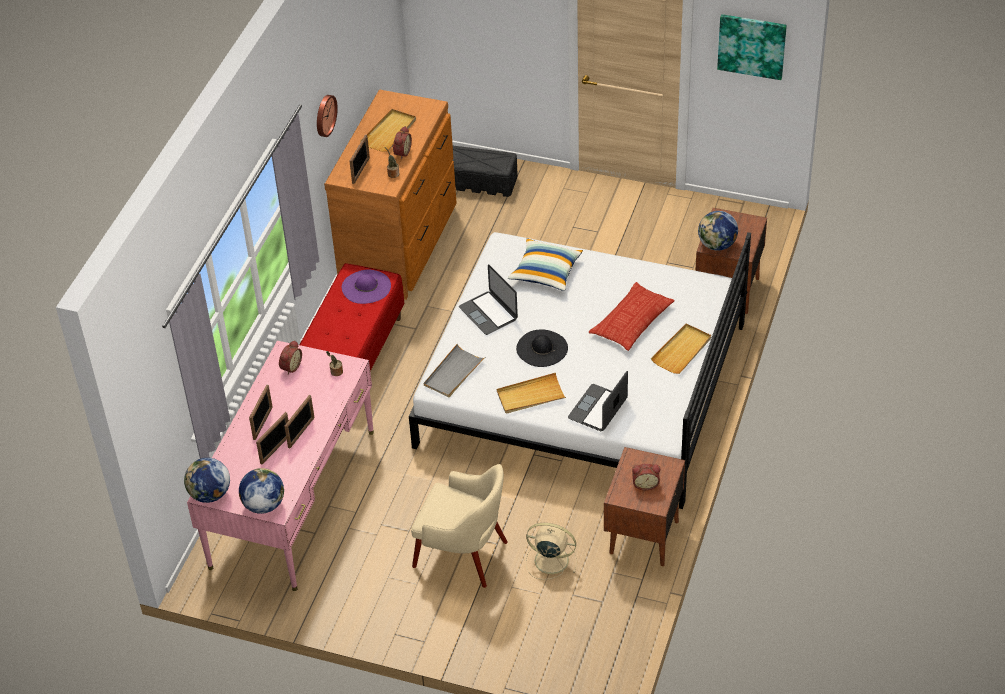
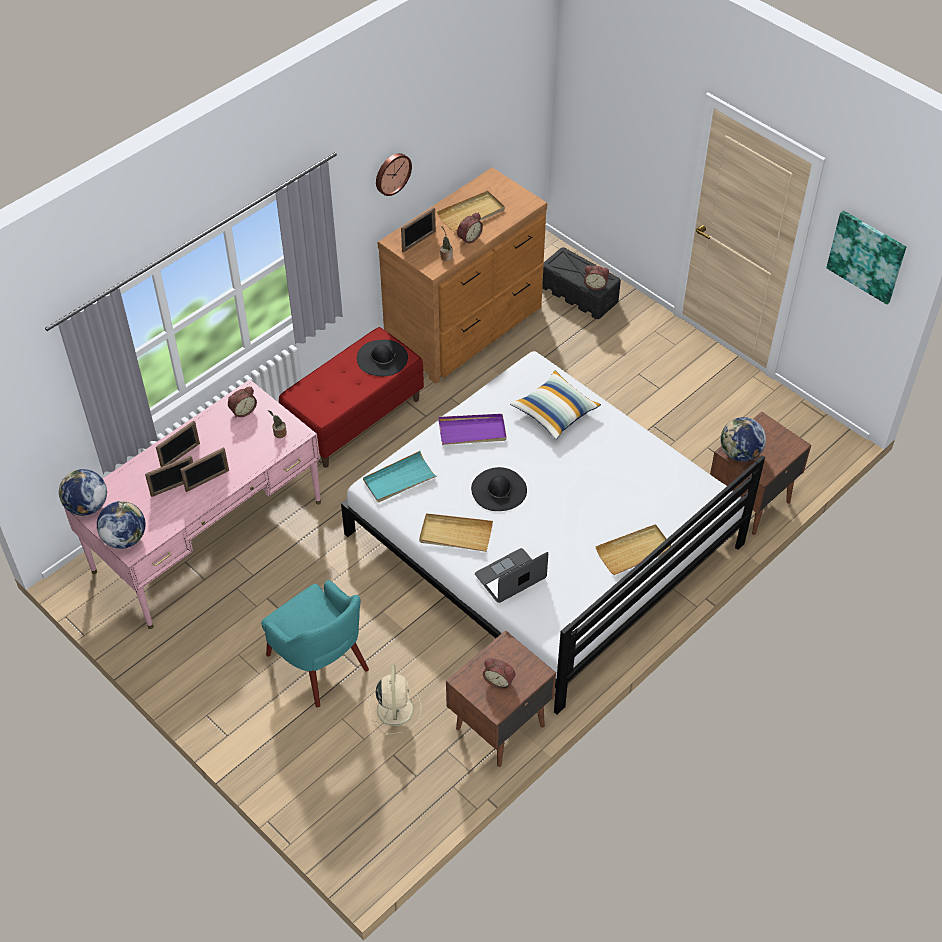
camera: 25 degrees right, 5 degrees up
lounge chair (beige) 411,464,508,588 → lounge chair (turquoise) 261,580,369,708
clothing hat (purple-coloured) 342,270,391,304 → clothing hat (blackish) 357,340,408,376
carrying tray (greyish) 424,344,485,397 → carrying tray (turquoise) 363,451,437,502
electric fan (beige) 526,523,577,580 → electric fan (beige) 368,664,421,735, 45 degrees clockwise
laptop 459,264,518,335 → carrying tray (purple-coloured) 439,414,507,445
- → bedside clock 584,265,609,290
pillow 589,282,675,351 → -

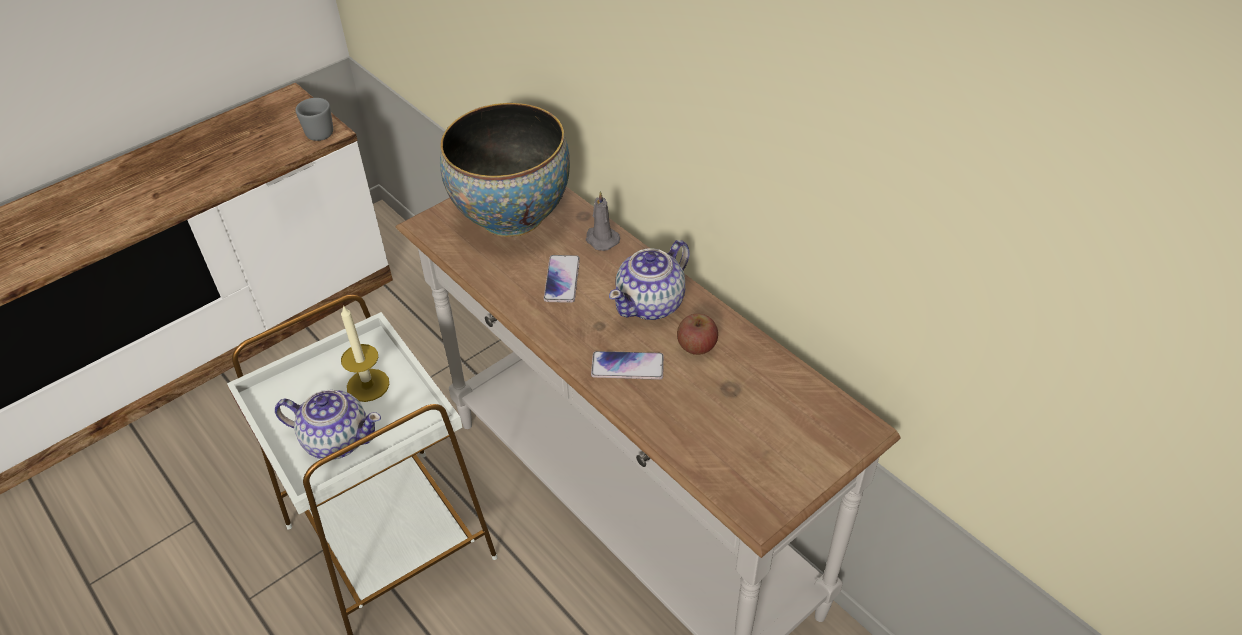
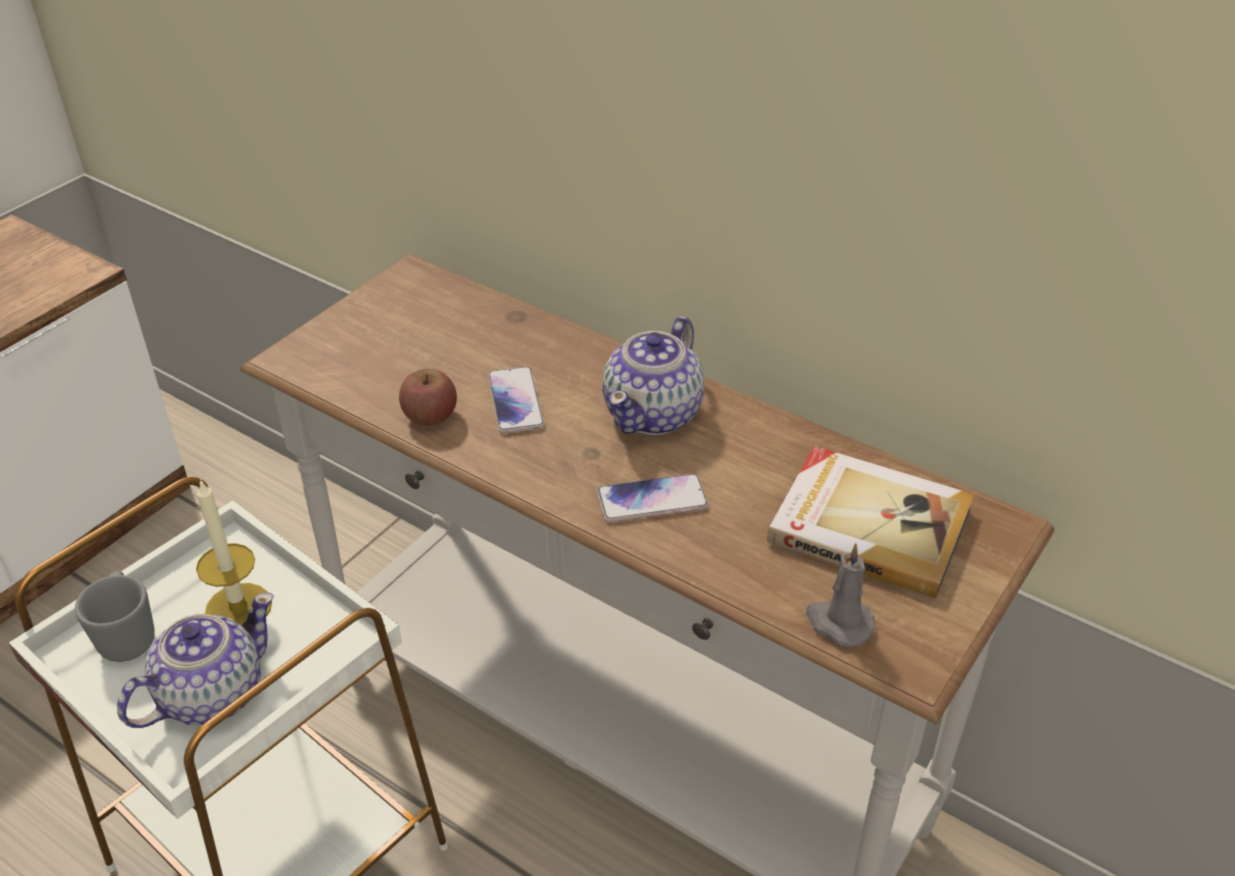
camera: 15 degrees left, 5 degrees down
coffee mug (greyish) 296,98,333,141 → coffee mug (greyish) 75,571,155,662, moved
teapot 275,390,381,459 → teapot 117,593,274,728, 45 degrees counterclockwise
whole apple 677,314,718,355 → whole apple 399,369,457,426, moved
- → bound book 767,446,974,598
candle (greyish) 586,191,620,251 → candle (greyish) 806,543,876,647, moved
bowl 440,103,570,237 → -

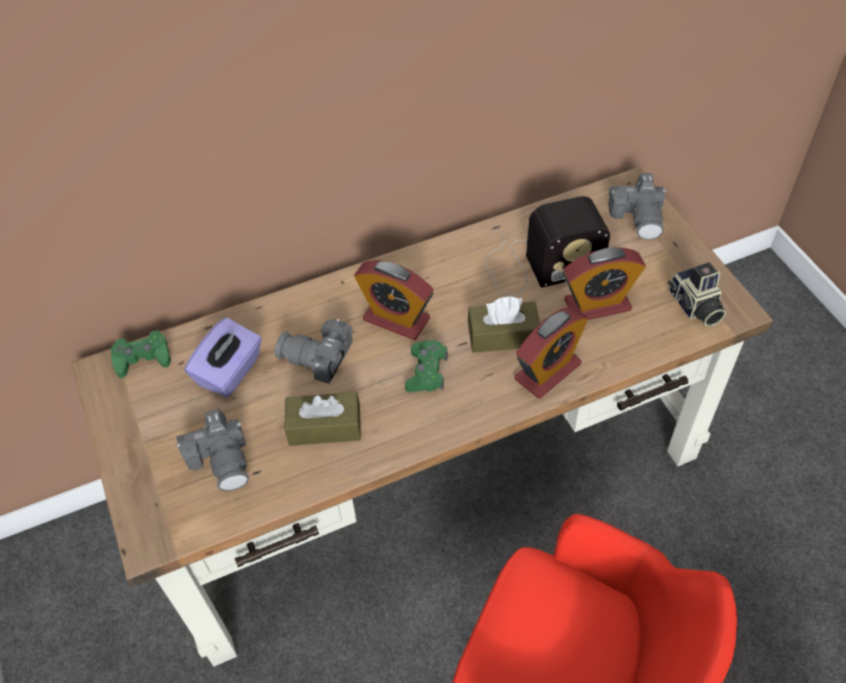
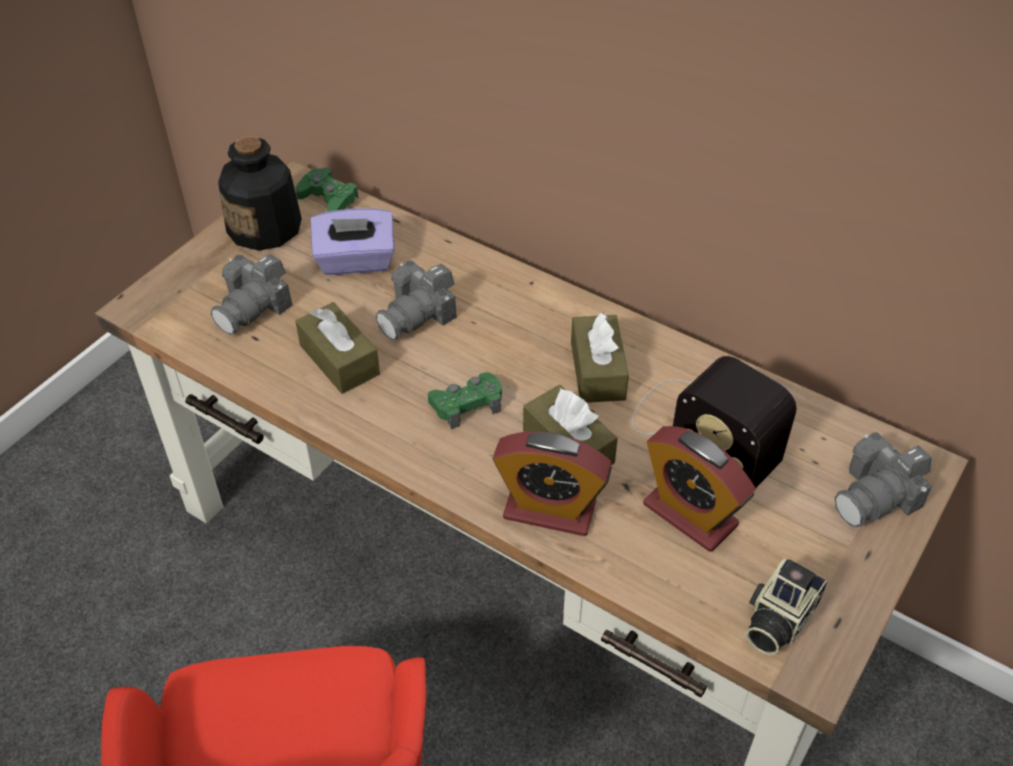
camera: 55 degrees right, 5 degrees down
- → bottle 218,136,302,251
photo camera 274,319,353,384 → photo camera 376,261,457,340, 120 degrees counterclockwise
- → box of tissues (brown-coloured) 571,312,629,403
bedside clock 354,260,433,340 → -

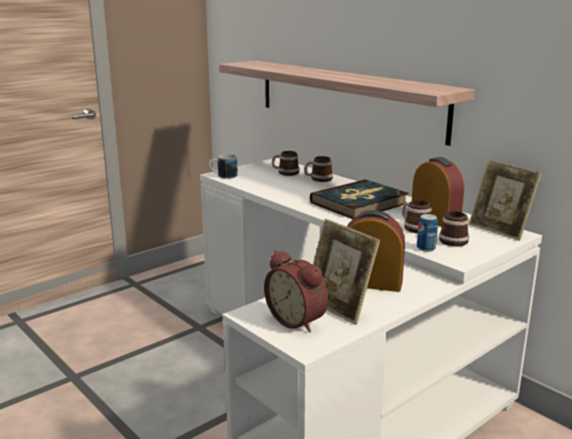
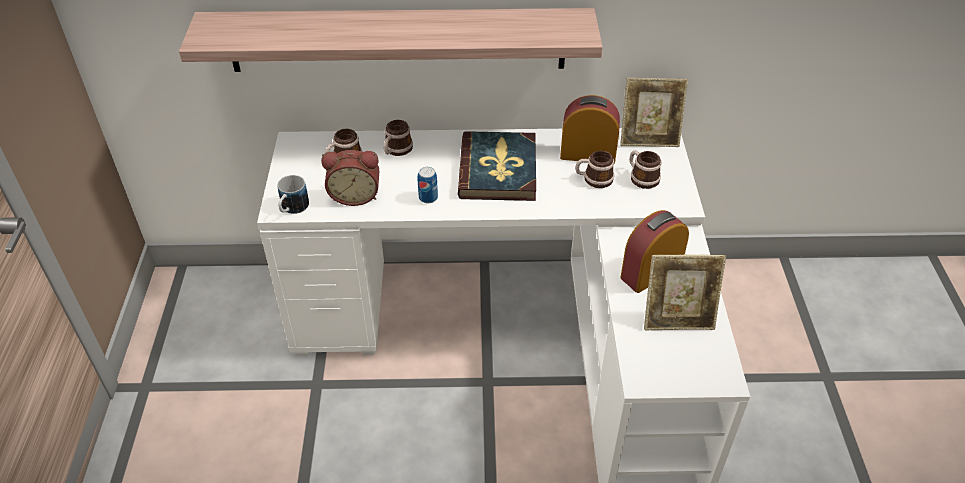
camera: 50 degrees left, 25 degrees up
bedside clock 264,250,328,333 → bedside clock 321,150,379,206, moved
can 417,214,438,252 → can 418,167,438,203, moved

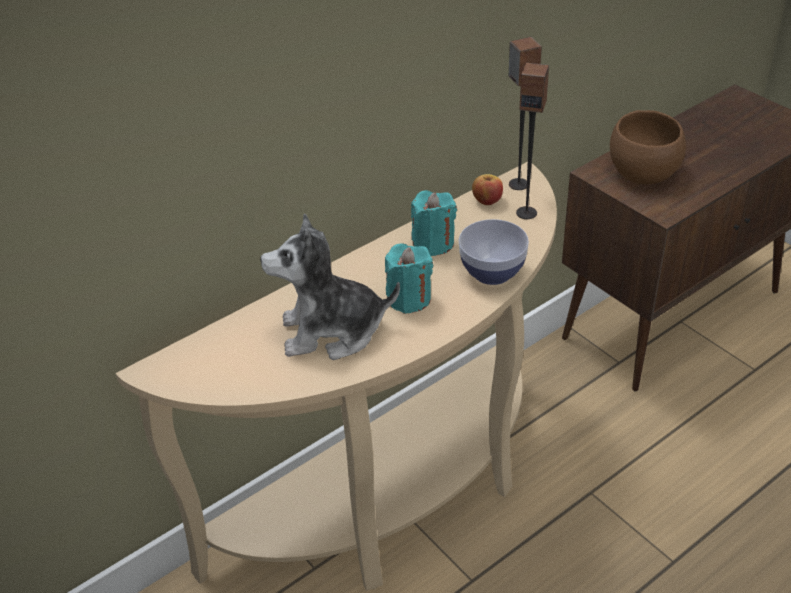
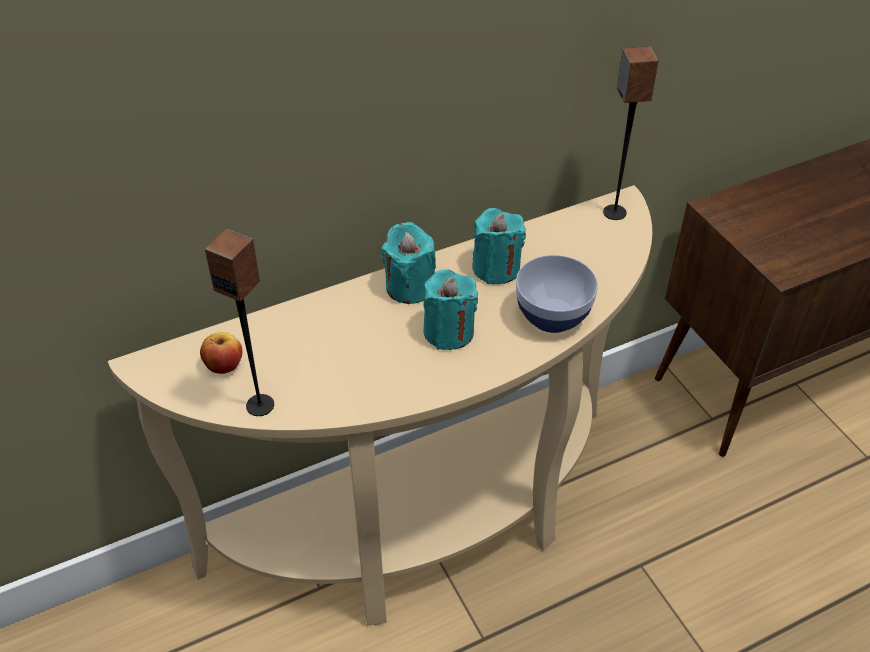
camera: 10 degrees right, 5 degrees up
whole apple 472,174,503,205 → whole apple 200,332,243,374, moved
loudspeaker 516,63,549,219 → loudspeaker 205,229,274,416, moved
- → candle (turquoise) 381,222,436,304
cuddly toy 260,213,400,360 → -
bowl (brown-coloured) 610,110,686,184 → -

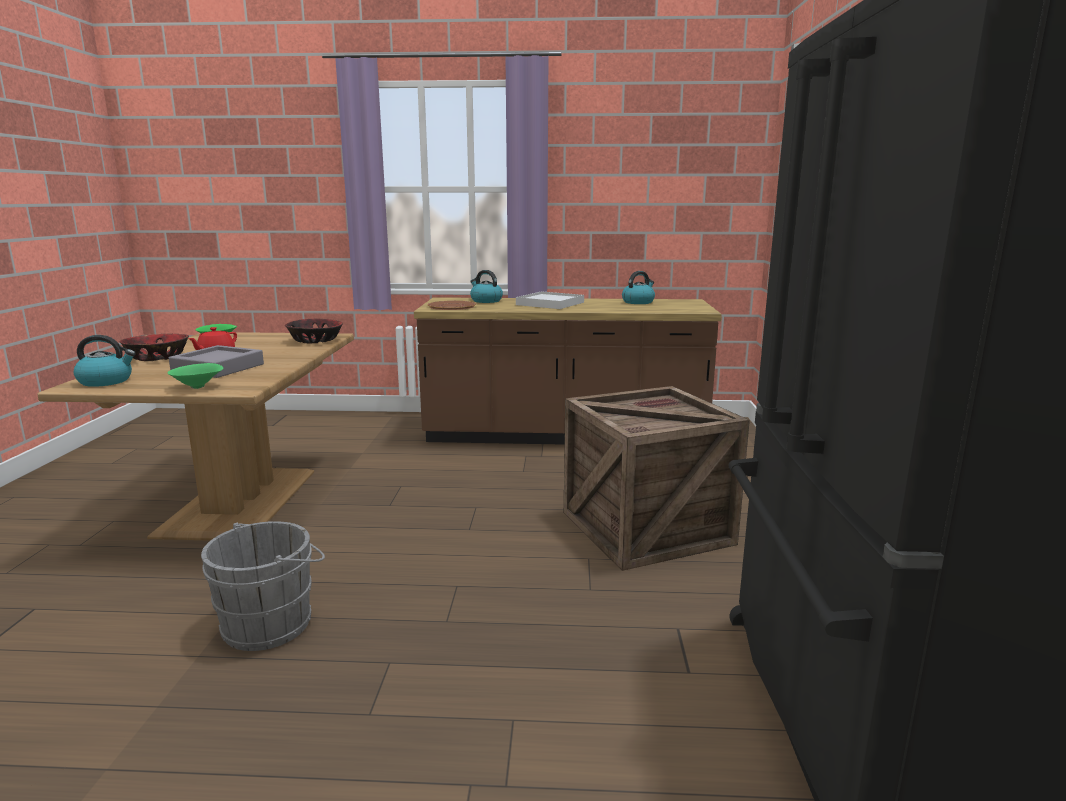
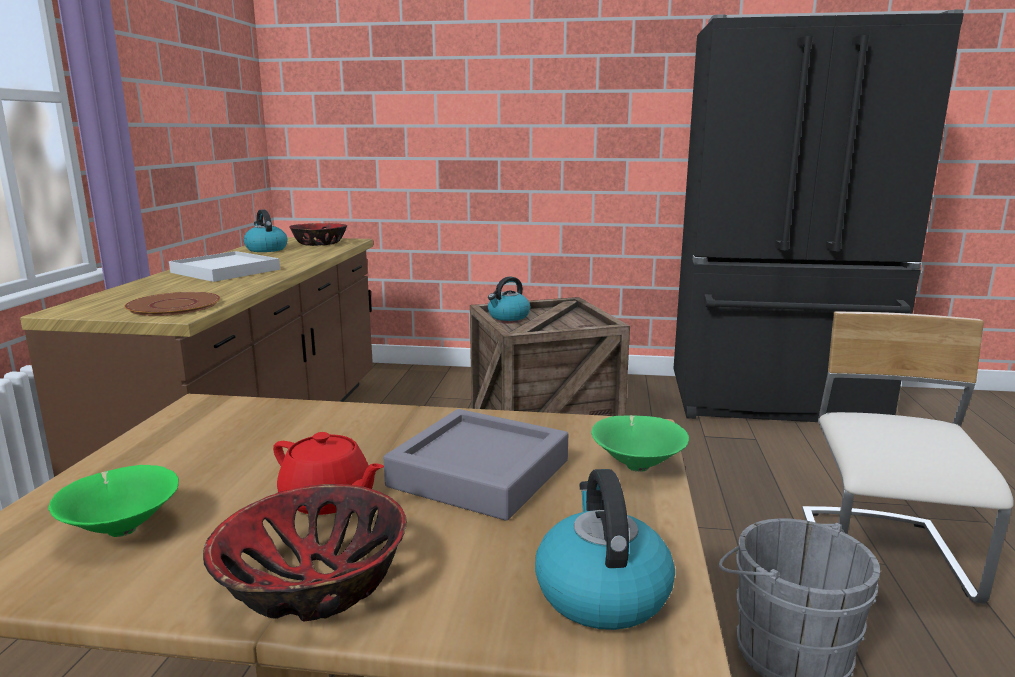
camera: 85 degrees left, 0 degrees up
bowl 285,319,343,343 → bowl 289,223,347,246, moved
kettle 470,270,503,303 → kettle 488,277,530,321, moved
- → upright chair (beige) 802,312,1014,604

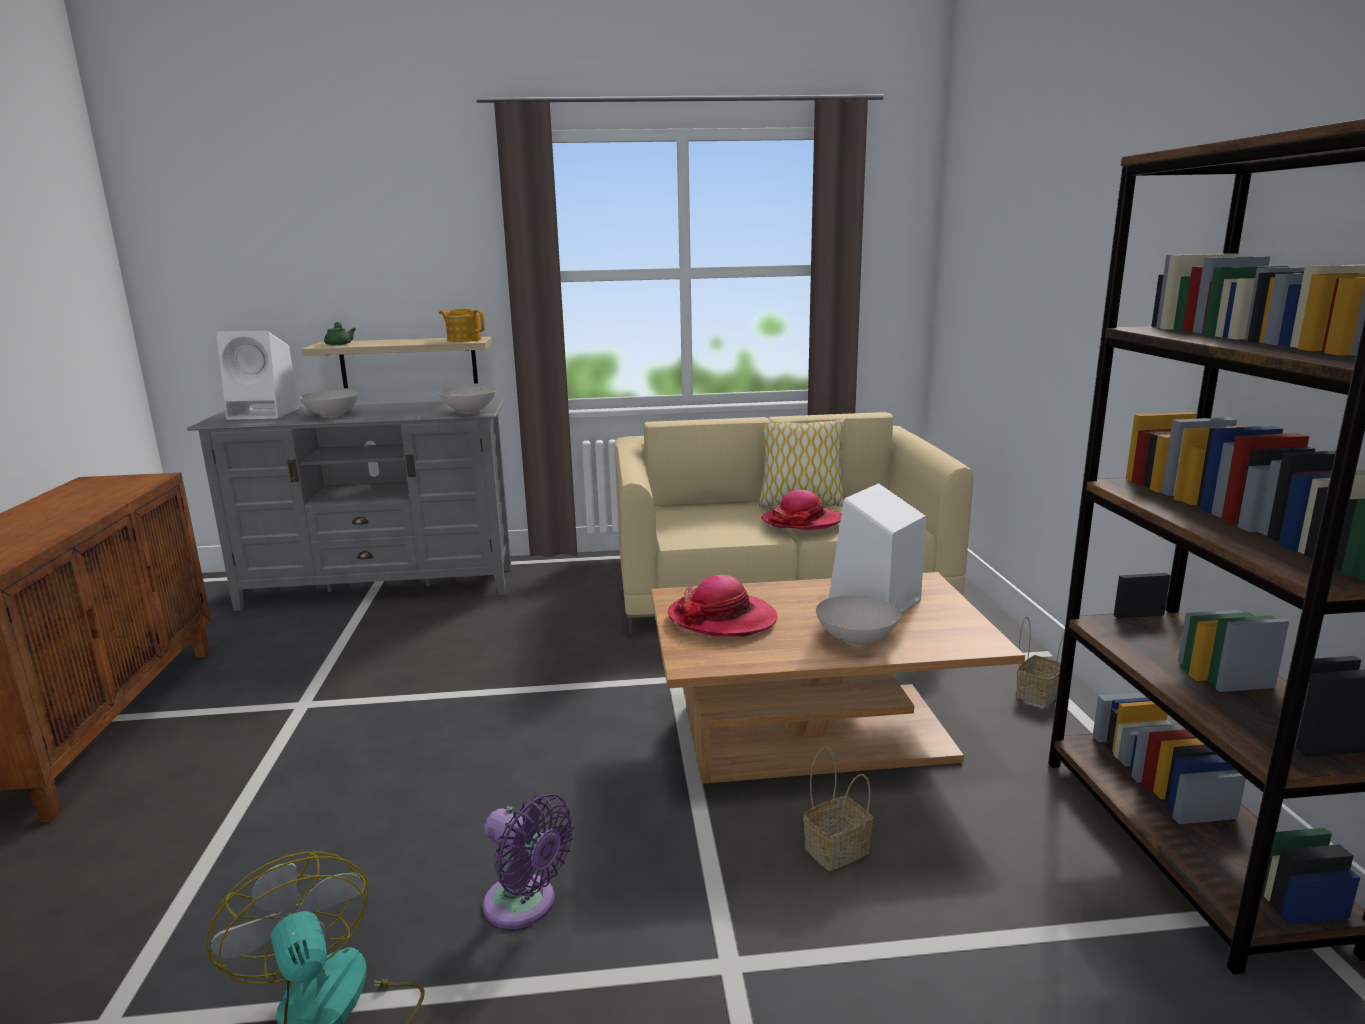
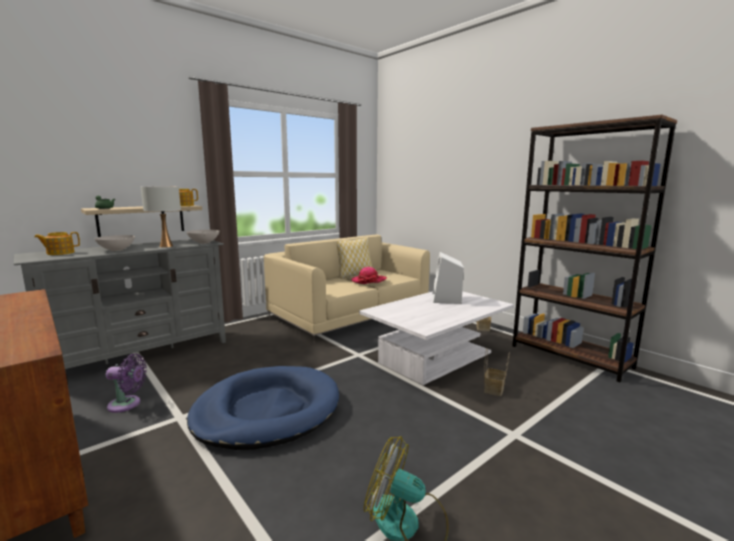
camera: 35 degrees left, 5 degrees down
loudspeaker (white-coloured) 216,331,299,420 → teapot 34,232,80,255
electric fan (purple-coloured) 483,794,575,929 → electric fan (purple-coloured) 106,354,147,413, moved
- → tabletop lamp (white-coloured) 141,186,181,248
- → pet bed (blue) 187,366,339,450
coffee table (brown-coloured) 651,572,1025,784 → coffee table (white-coloured) 359,291,514,385
clothing hat 668,575,778,637 → -
bowl (white-coloured) 816,595,901,646 → -

